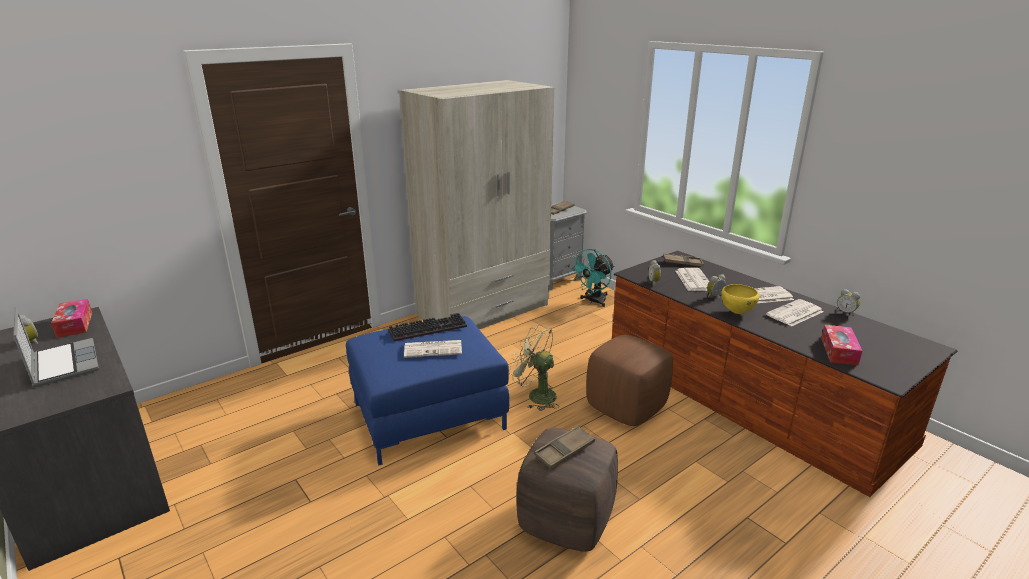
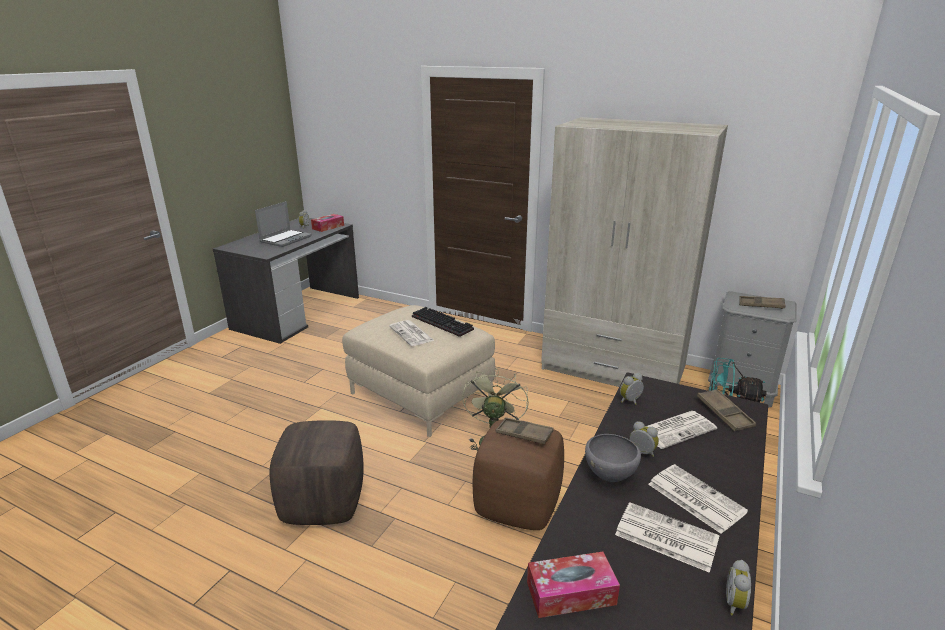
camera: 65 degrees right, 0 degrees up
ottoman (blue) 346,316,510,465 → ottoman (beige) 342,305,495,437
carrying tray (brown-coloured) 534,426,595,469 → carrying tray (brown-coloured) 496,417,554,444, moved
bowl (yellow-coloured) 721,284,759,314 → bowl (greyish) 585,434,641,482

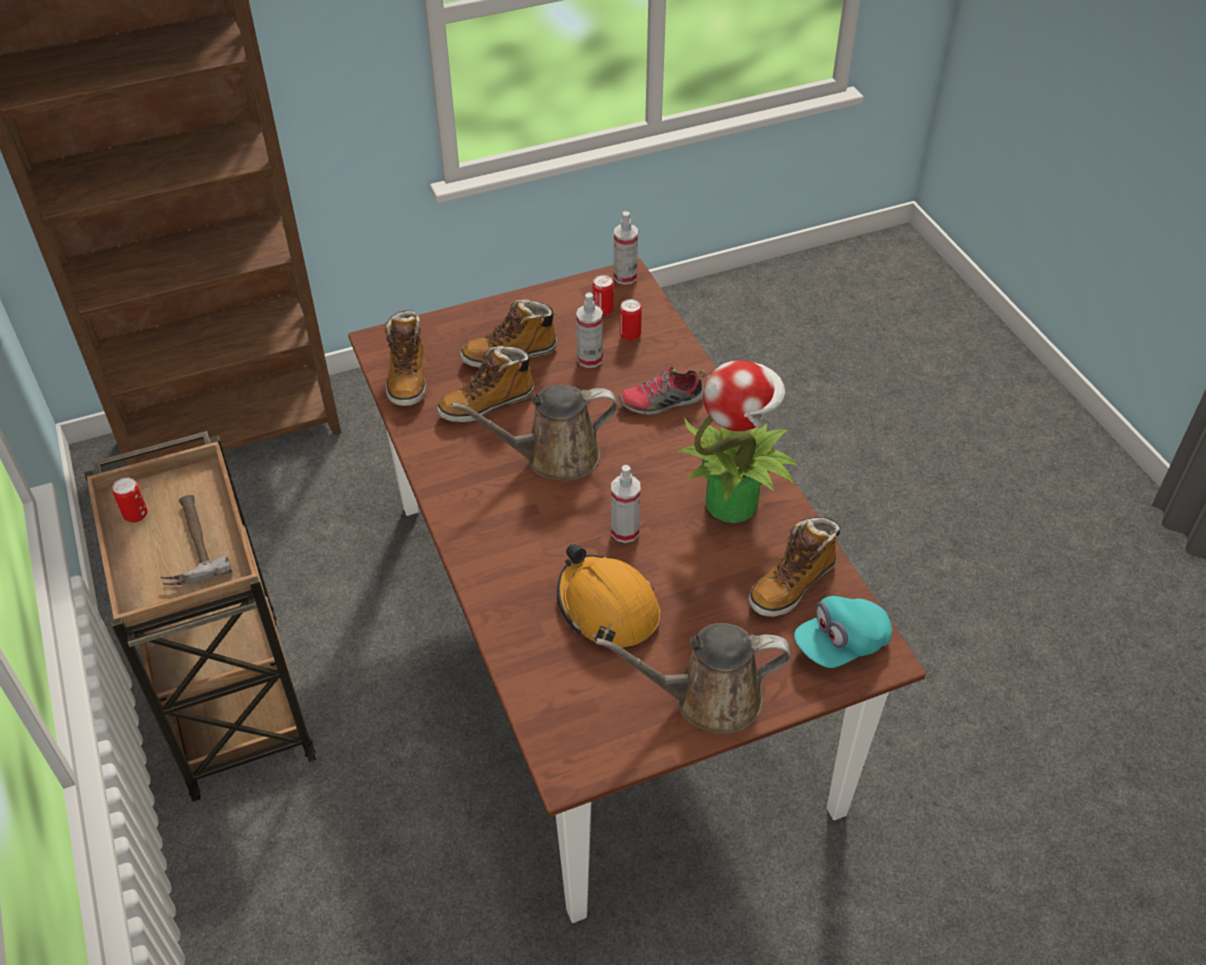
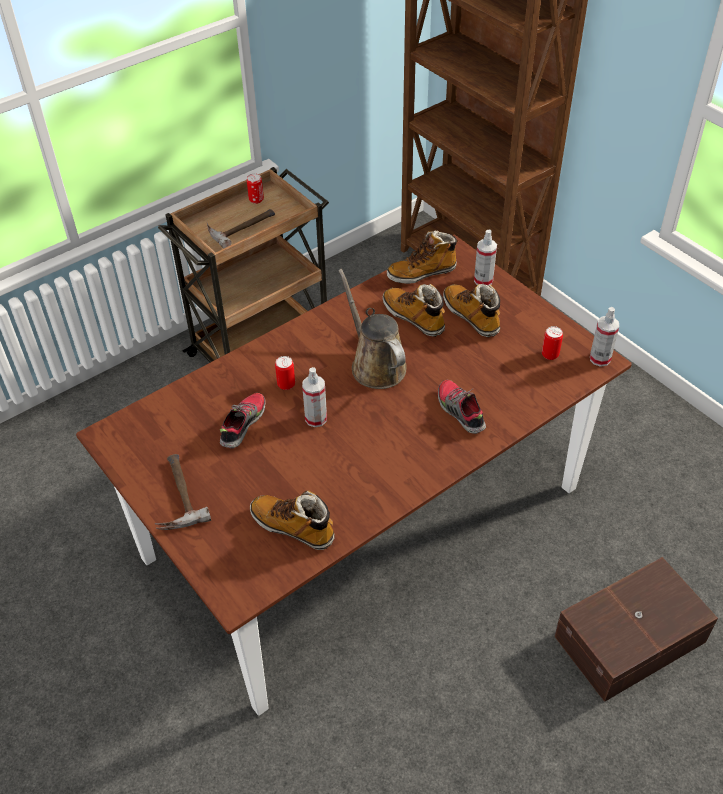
camera: 75 degrees right, 0 degrees up
watering pot (brown-coloured) 596,623,791,734 → tool hammer 155,454,211,530
safety helmet (orange) 557,544,660,649 → item of footwear 220,393,266,449
can 620,299,642,341 → can 275,356,295,390, moved
hand sprayer 576,292,603,368 → hand sprayer 474,230,497,285, moved
- → storage container (brown-coloured) 554,557,718,702
potted plant 678,360,798,523 → -
baseball cap (turquoise) 794,596,892,668 → -

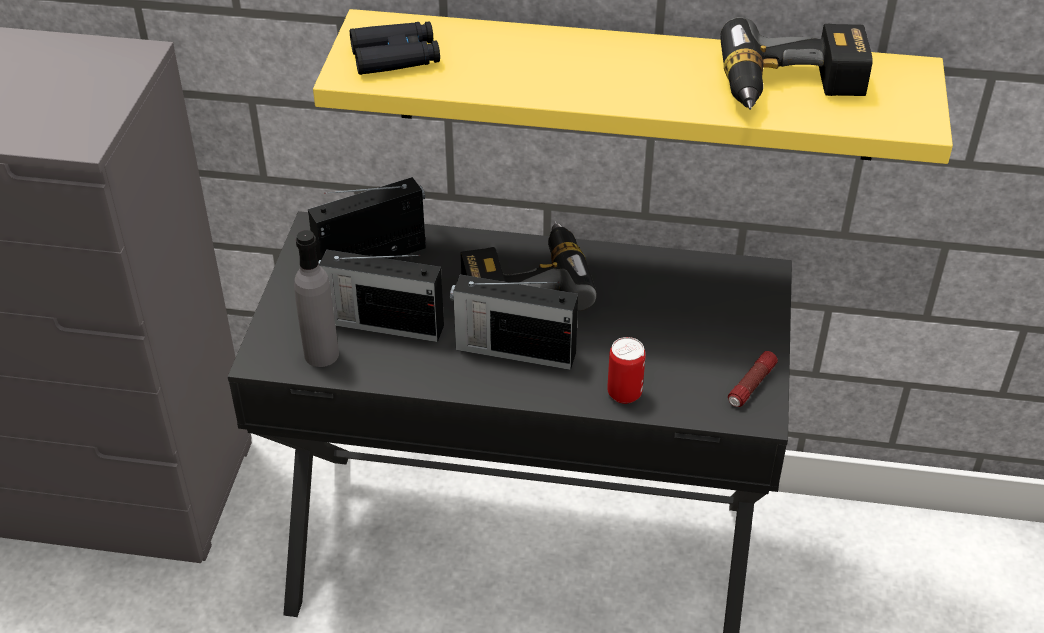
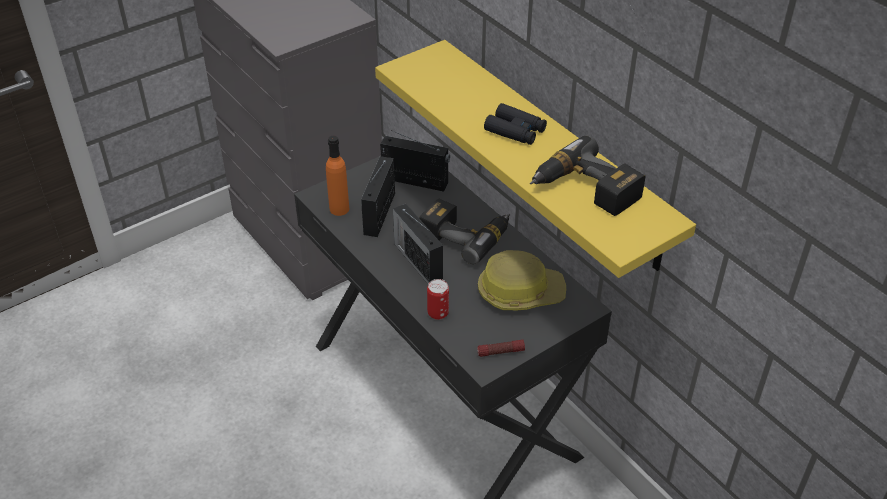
camera: 45 degrees right, 0 degrees up
bottle (greyish) 294,230,339,367 → bottle (orange) 326,136,349,216
radio receiver 318,250,444,342 → radio receiver 361,156,395,237, 45 degrees clockwise
- → safety helmet 478,250,566,310
binoculars (blackish) 350,21,440,75 → binoculars (blackish) 484,103,547,145, moved

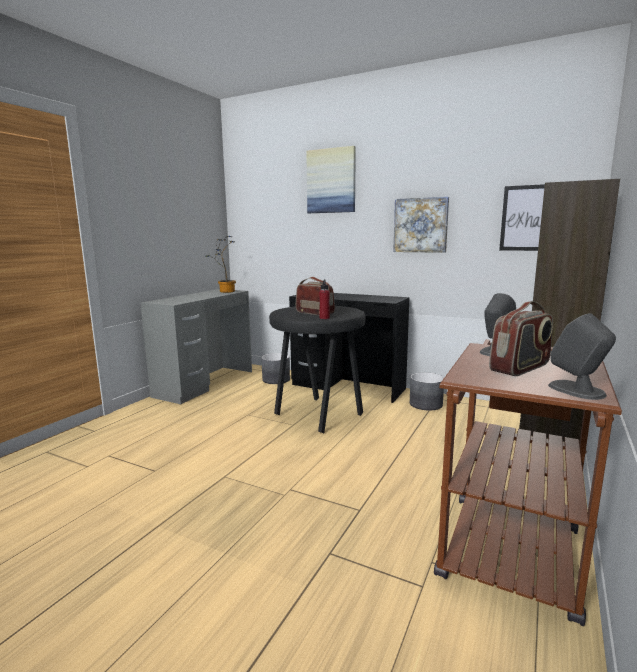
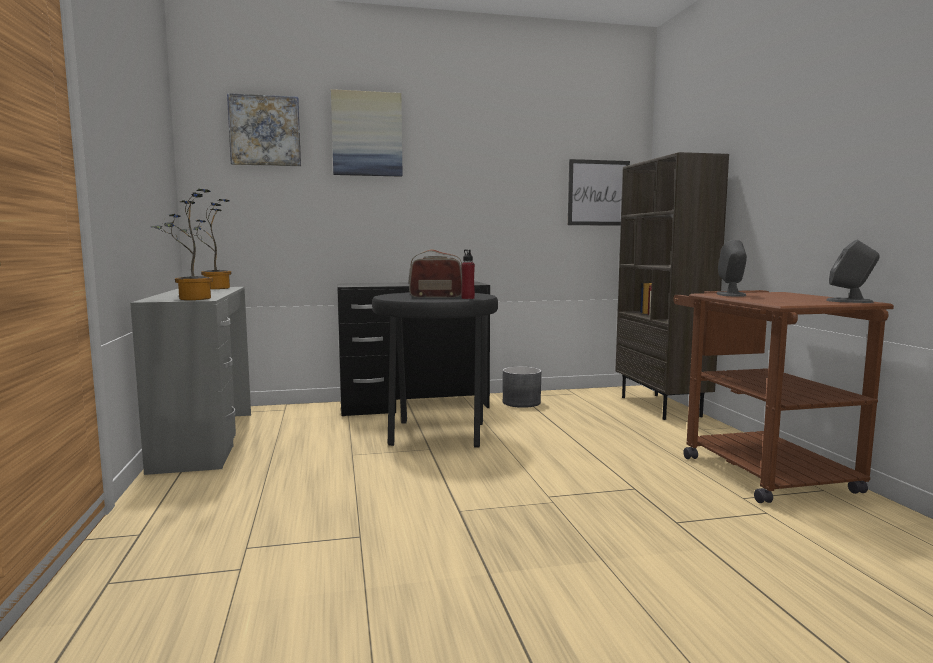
camera: 40 degrees left, 5 degrees down
- → potted plant 150,189,213,300
wall picture 393,197,449,253 → wall picture 227,93,301,166, moved
plant pot (greyish) 261,353,290,384 → -
radio receiver 489,301,553,376 → -

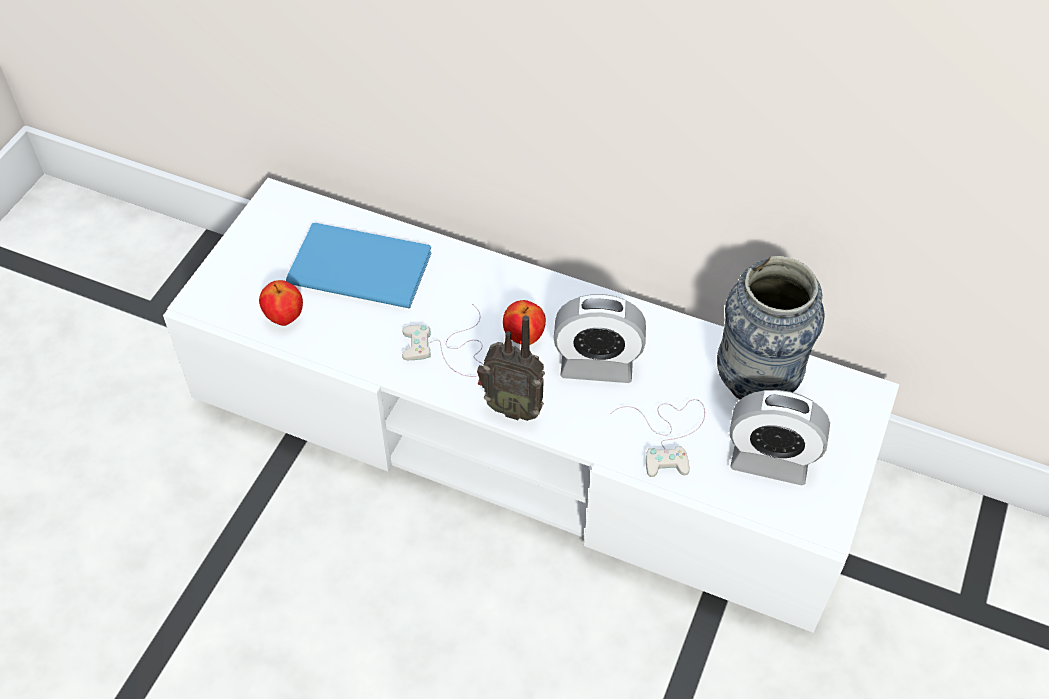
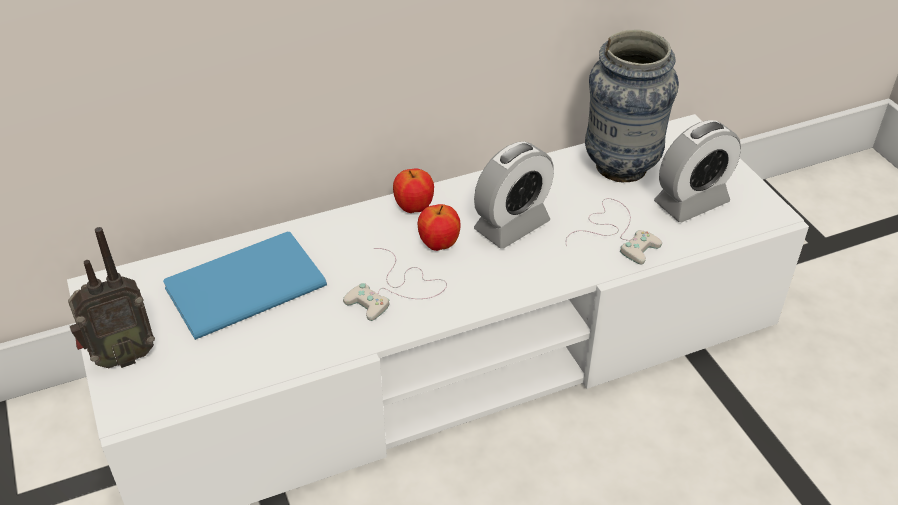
camera: 45 degrees left, 10 degrees down
radio receiver 477,315,545,421 → radio receiver 68,227,155,368, moved
whole apple 259,280,303,326 → whole apple 393,169,434,213, moved

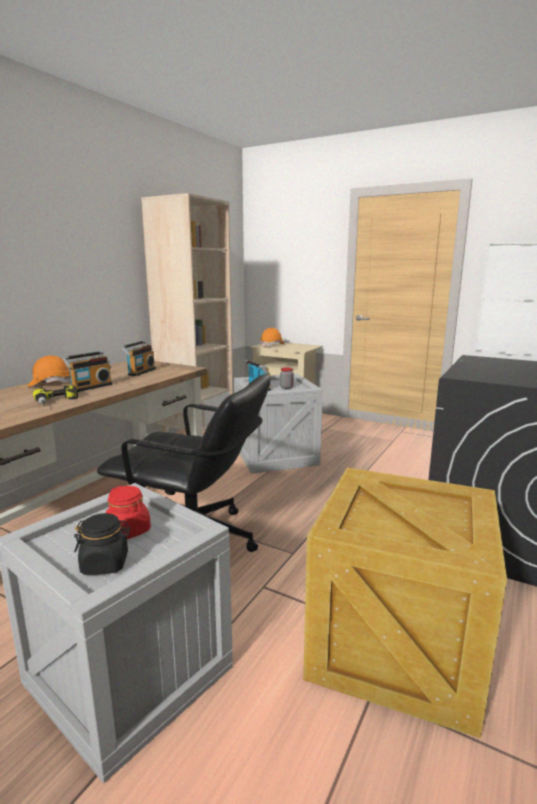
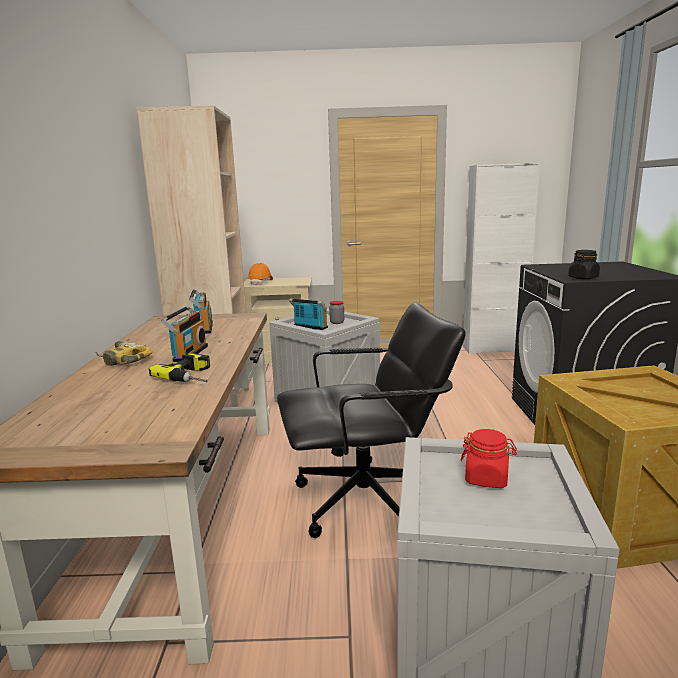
camera: 30 degrees left, 0 degrees up
safety helmet (orange) 27,356,71,387 → drill 96,341,153,366
storage jar (blackish) 74,513,131,575 → storage jar (blackish) 568,250,600,279, moved

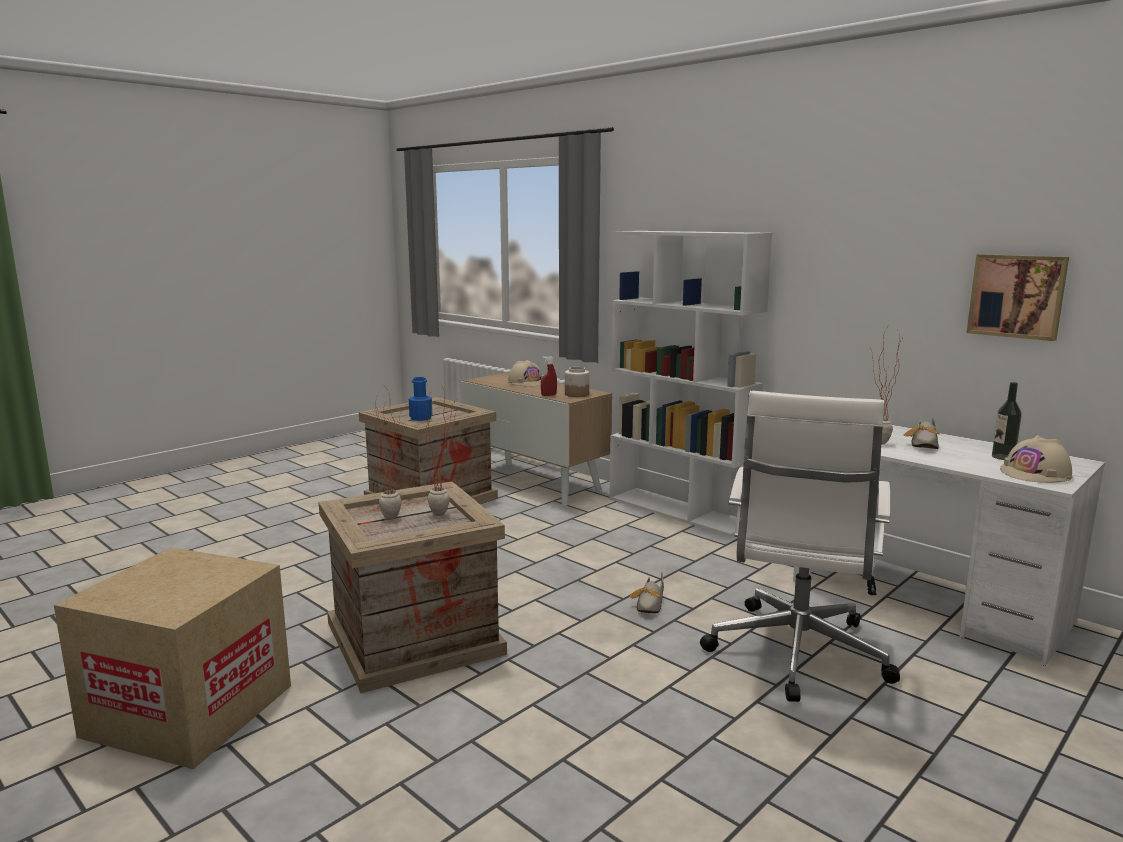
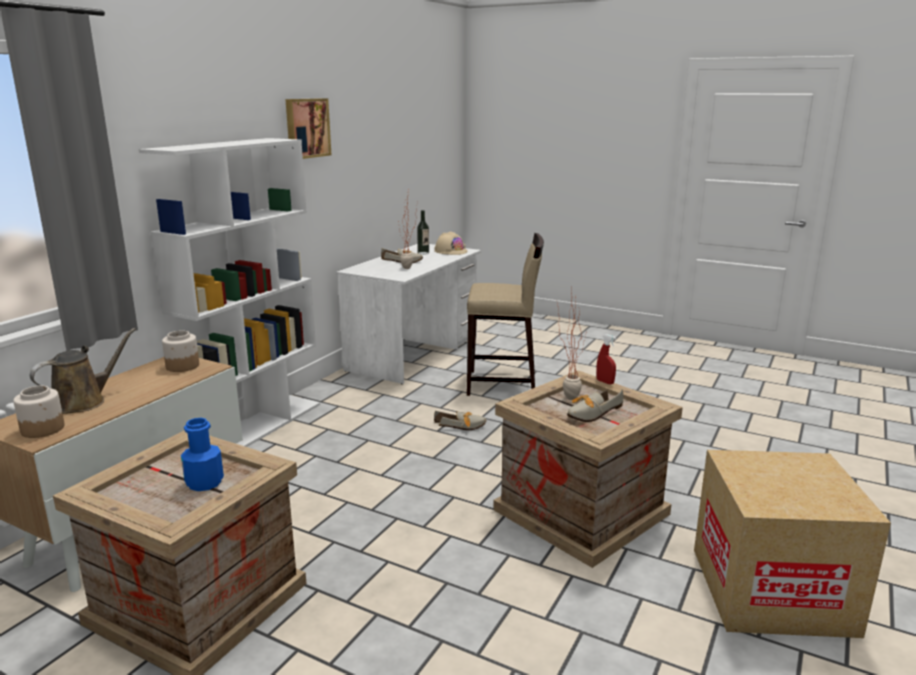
camera: 105 degrees left, 5 degrees up
- → storage jar 13,386,65,438
safety helmet (beige) 508,360,544,386 → watering pot (brown-coloured) 30,328,136,414
wall picture 967,254,1069,341 → wall picture 285,98,332,159, moved
desk chair (white-coloured) 700,391,900,702 → stool (beige) 467,233,544,396
potted plant 373,388,403,520 → item of footwear 567,389,623,422
hand sprayer (red-coloured) 541,356,557,396 → hand sprayer (red-coloured) 596,334,616,384, moved

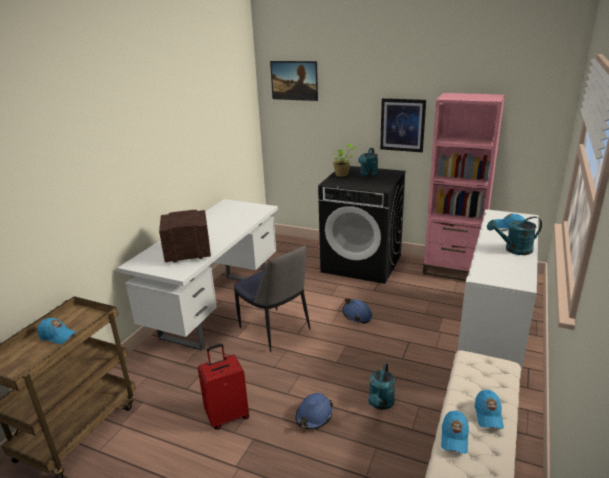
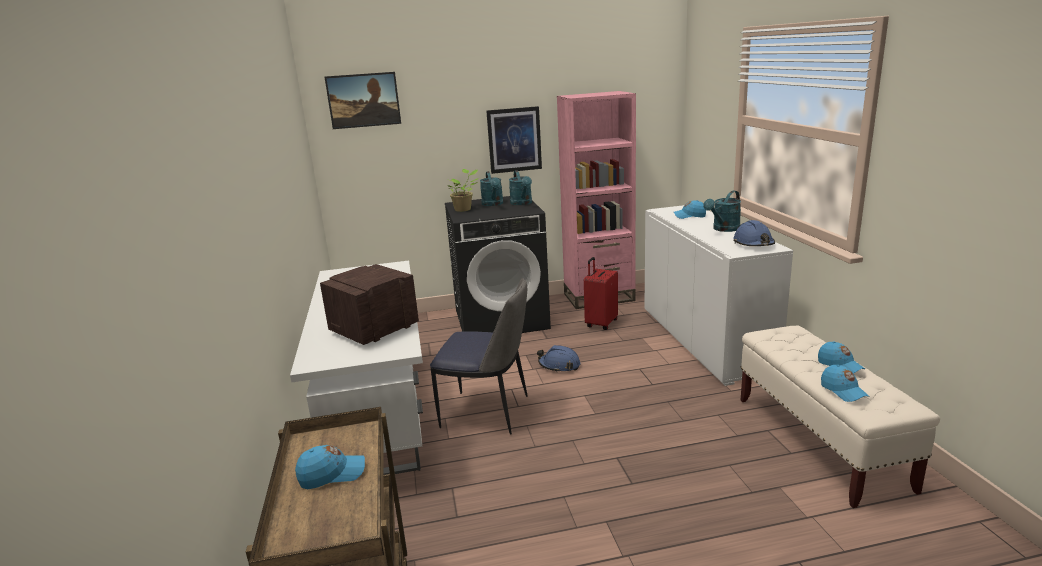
camera: 35 degrees left, 5 degrees down
watering pot (turquoise) 368,363,395,410 → watering pot (turquoise) 509,170,532,205, moved
suitcase (red-coloured) 198,344,249,430 → suitcase (red-coloured) 584,257,618,330, moved
safety helmet (blue) 295,393,334,430 → safety helmet (blue) 733,220,775,246, moved

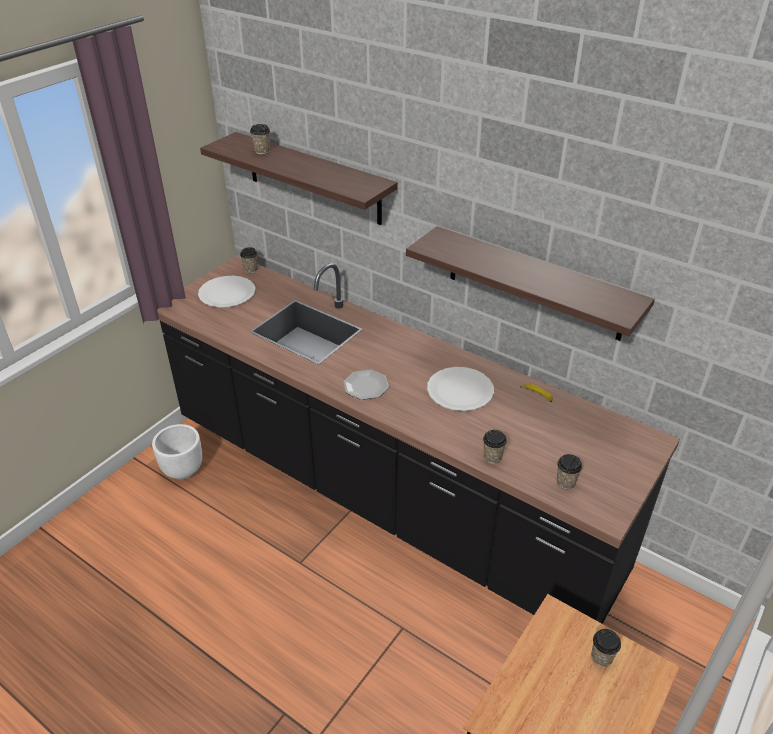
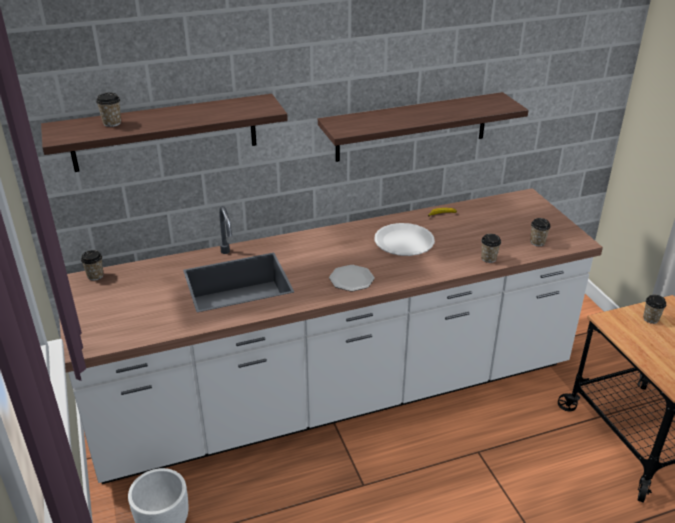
camera: 55 degrees left, 5 degrees down
kitchen counter (blackish) 157,256,680,624 → kitchen counter (white-coloured) 59,188,603,484
dinner plate (white-coloured) 198,276,255,308 → -

